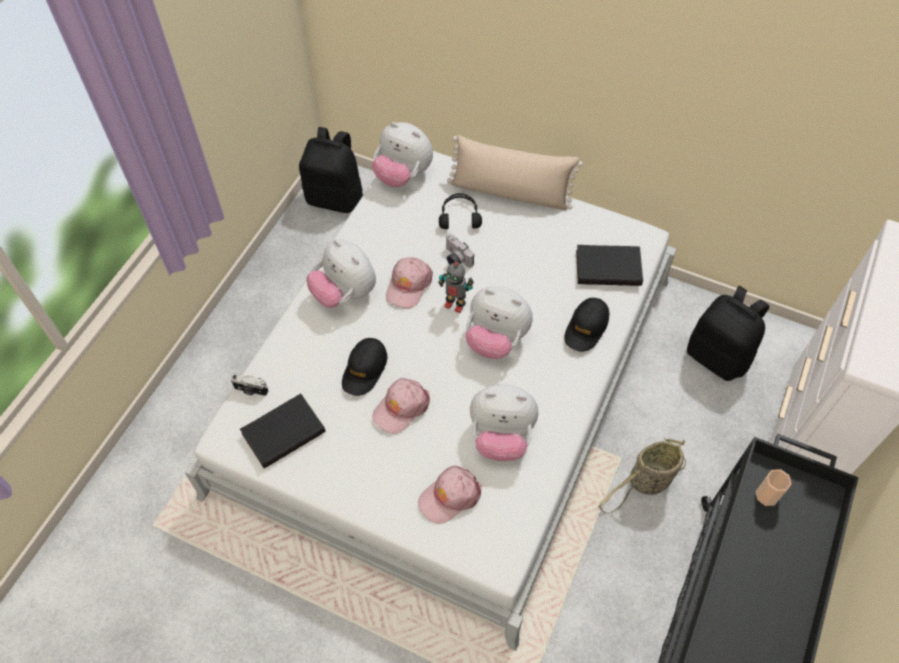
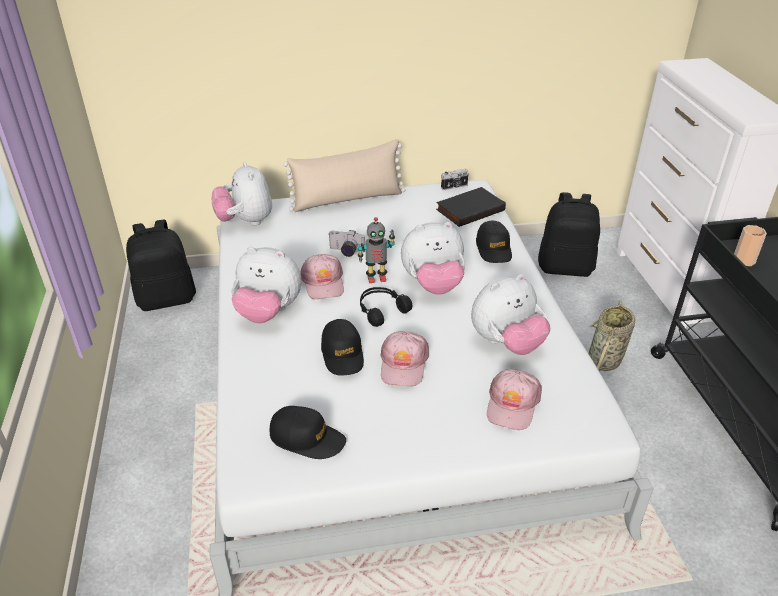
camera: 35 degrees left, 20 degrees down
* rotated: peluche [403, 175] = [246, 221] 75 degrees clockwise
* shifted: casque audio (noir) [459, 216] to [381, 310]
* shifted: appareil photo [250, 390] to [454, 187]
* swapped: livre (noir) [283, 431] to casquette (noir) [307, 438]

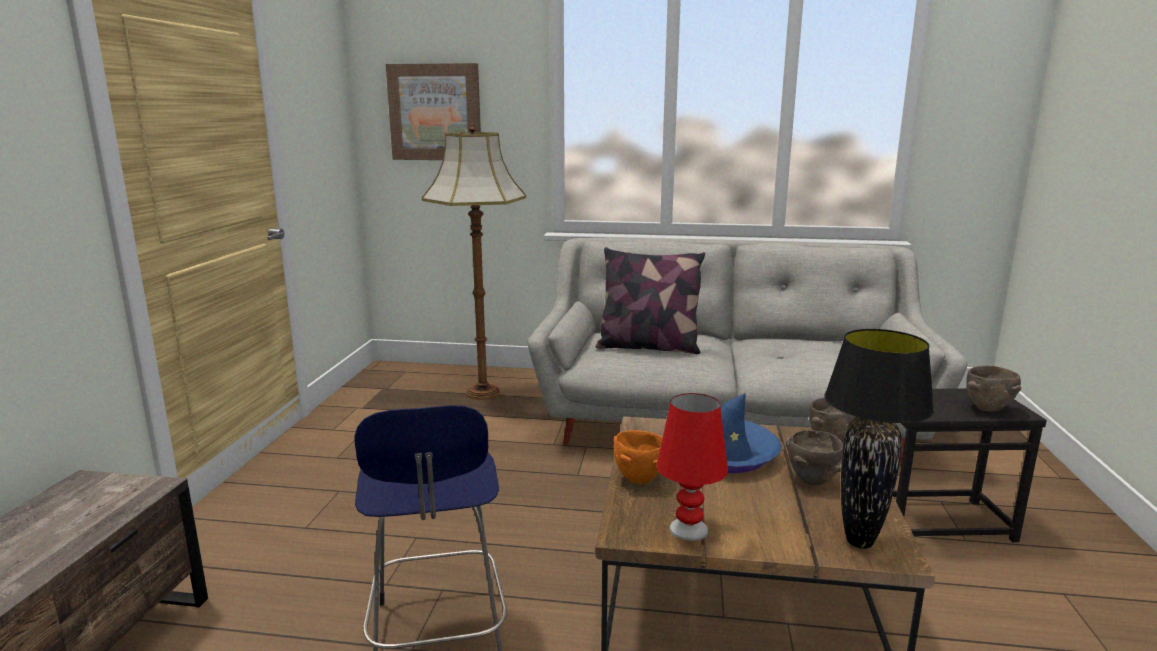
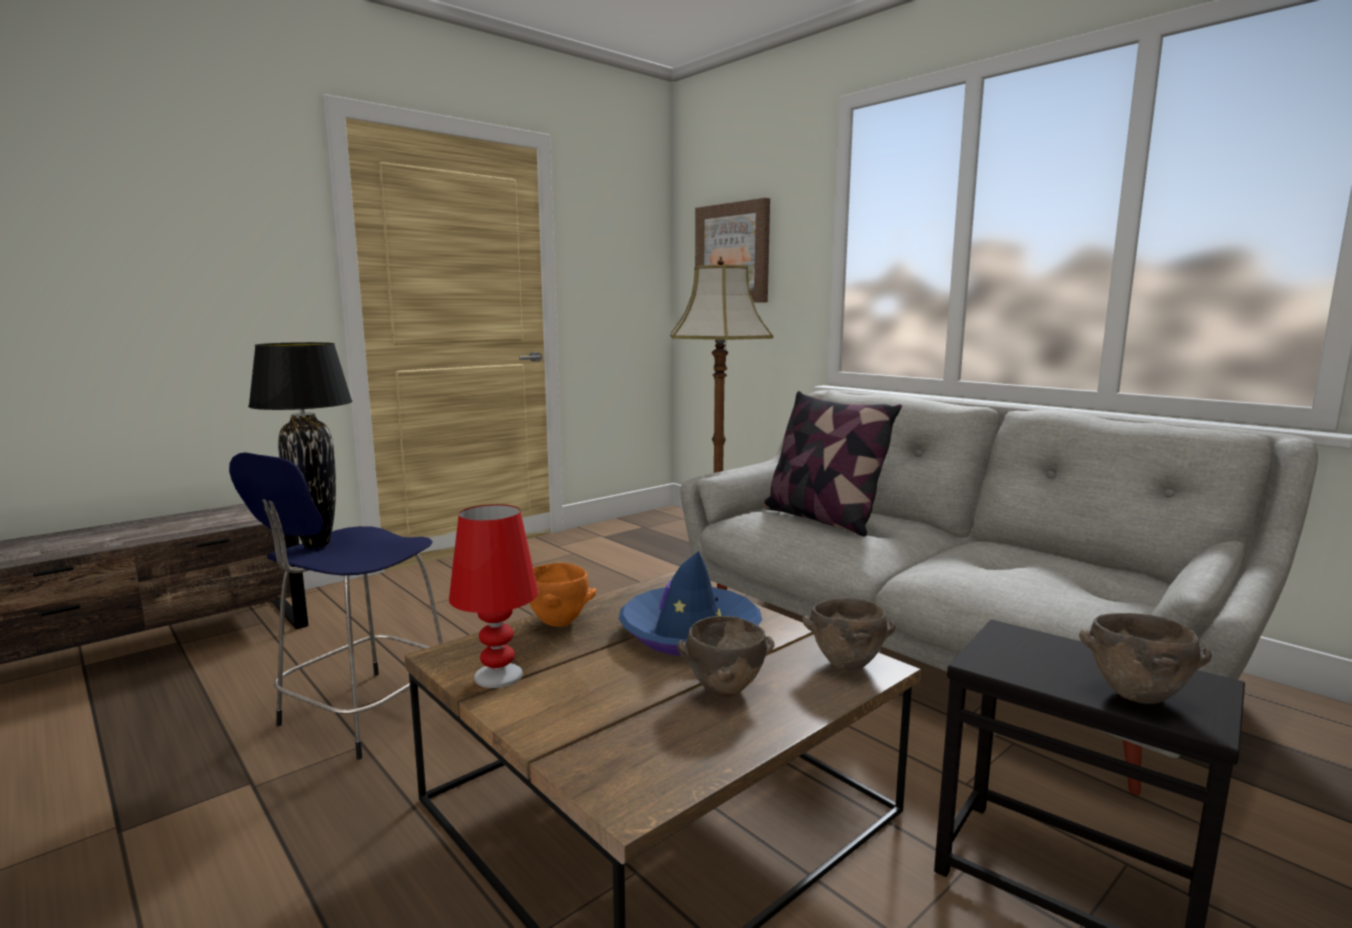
camera: 40 degrees right, 5 degrees down
* shifted: lampe de table (noir) [858, 541] to [316, 544]

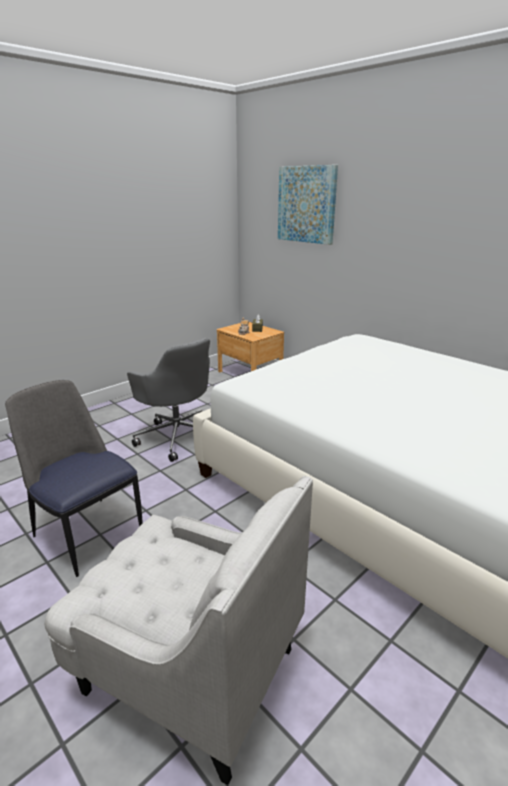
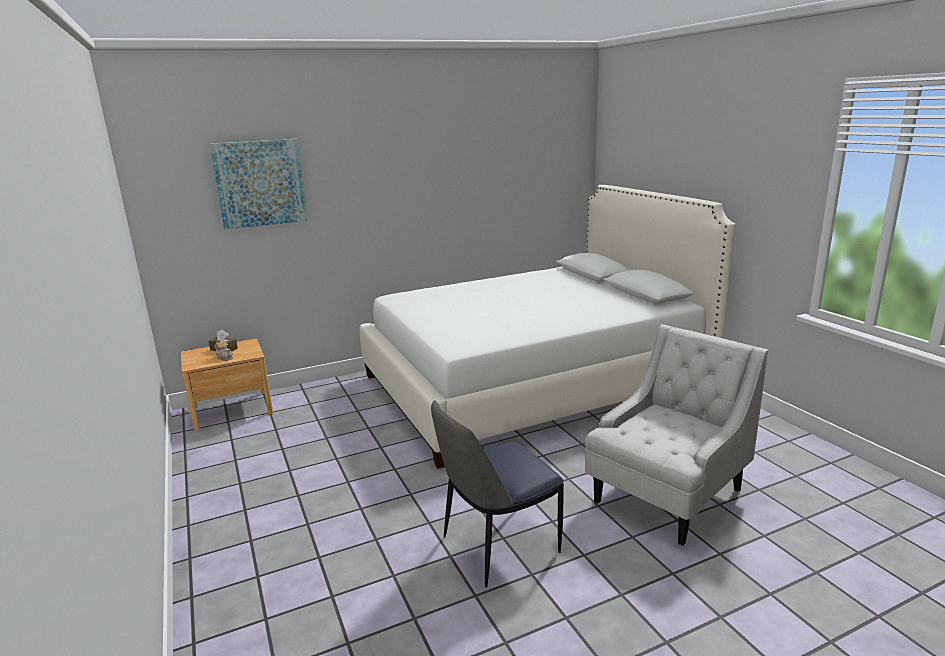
camera: 70 degrees left, 5 degrees down
* gone: chaise de bureau (gris) [177, 436]

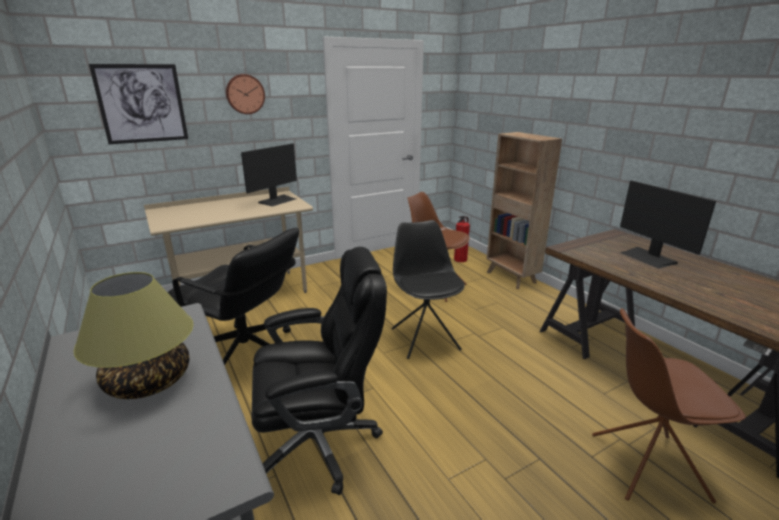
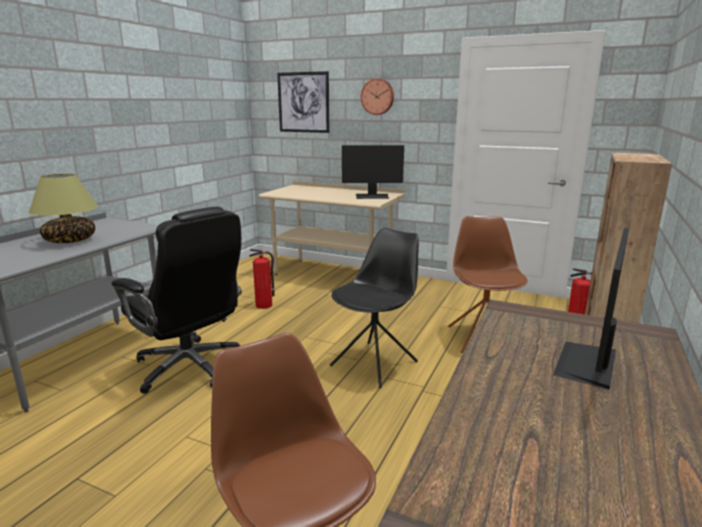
camera: 55 degrees right, 5 degrees down
* swapped: chaise de bureau (noir) [246, 352] to extincteur [264, 305]

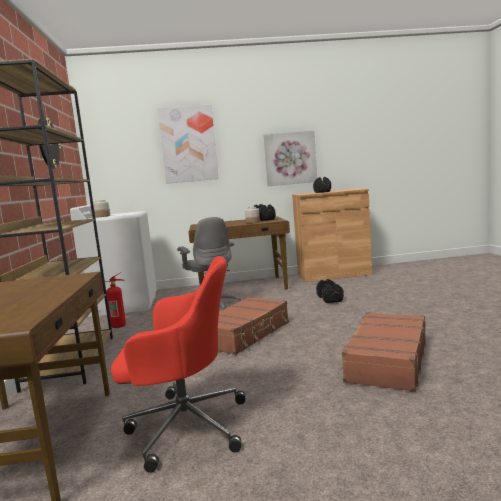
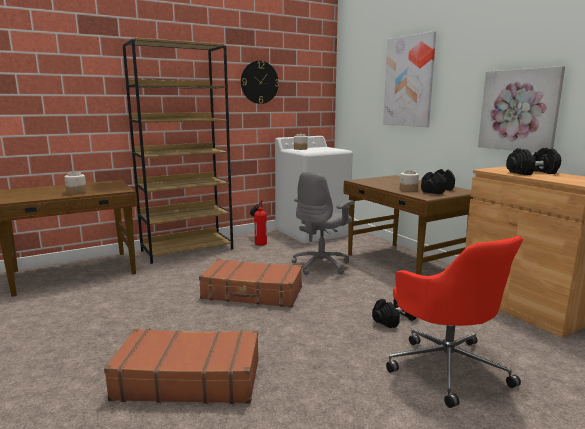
camera: 65 degrees right, 5 degrees up
* shifted: chaise de bureau (rouge) [184, 426] to [446, 366]
* new: bocal [76, 192]

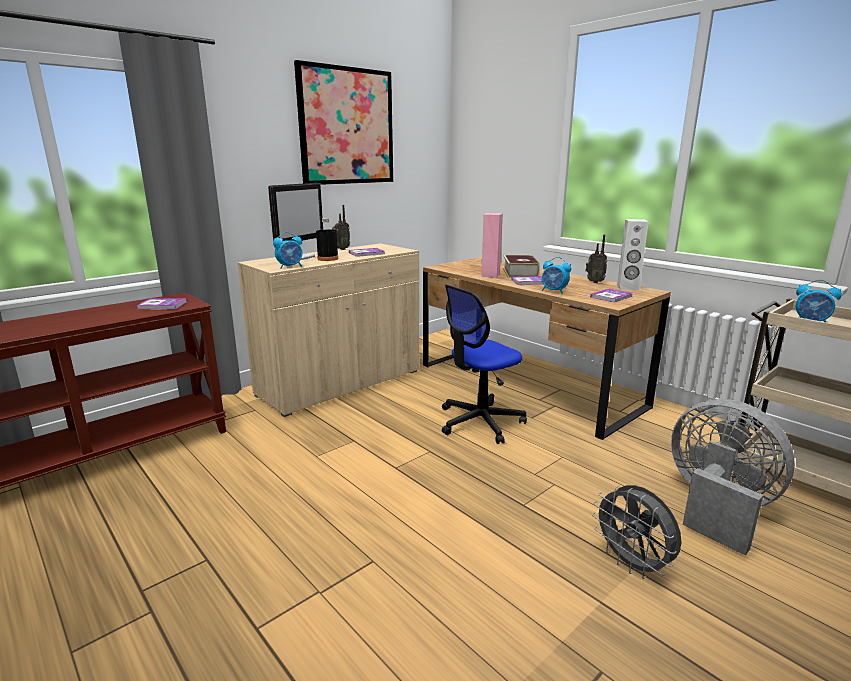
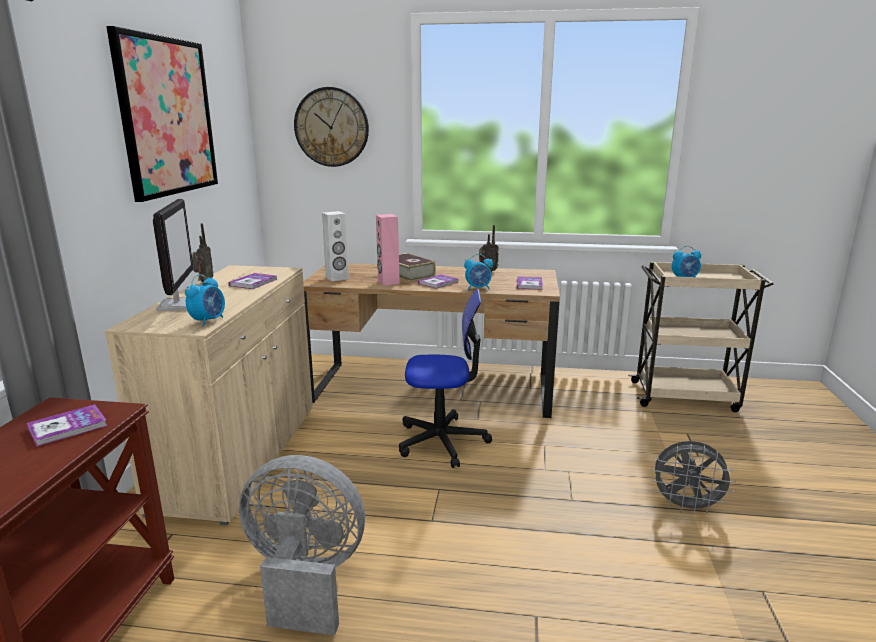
camera: 40 degrees left, 0 degrees up
* gone: bouteille (noir) [327, 259]
* shifted: enceinte (blanc) [628, 287] to [337, 278]
* rotated: chaise de bureau [480, 422] = [442, 441] 105 degrees counterclockwise
* shifted: ventilateur (gris) [716, 508] to [305, 579]
* new: horloge murale [331, 127]

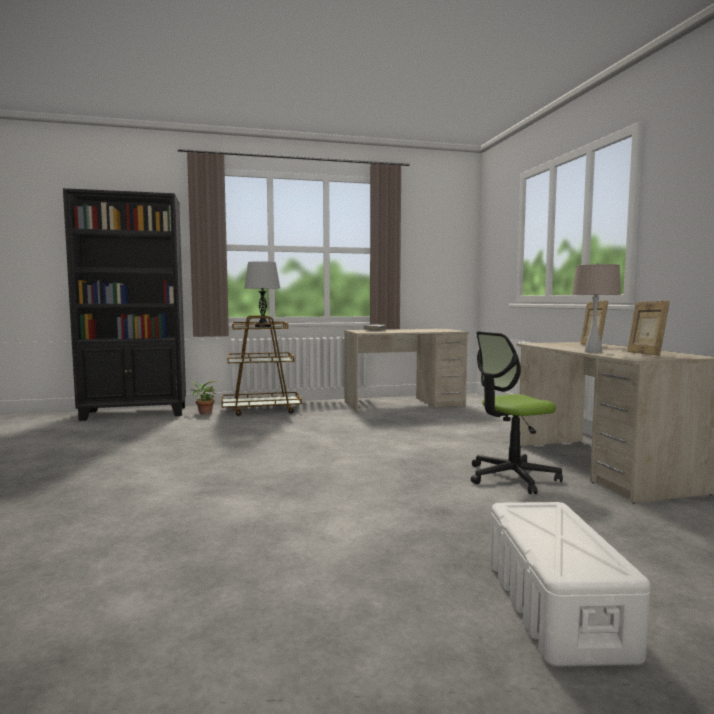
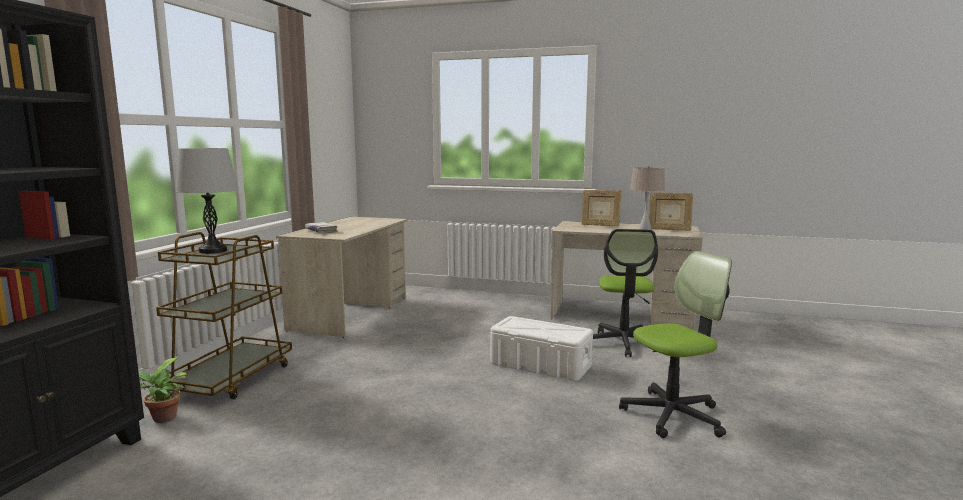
camera: 60 degrees left, 5 degrees up
* shifted: boîte de rangement (blanc) [556, 607] to [541, 365]
* new: chaise de bureau [673, 415]

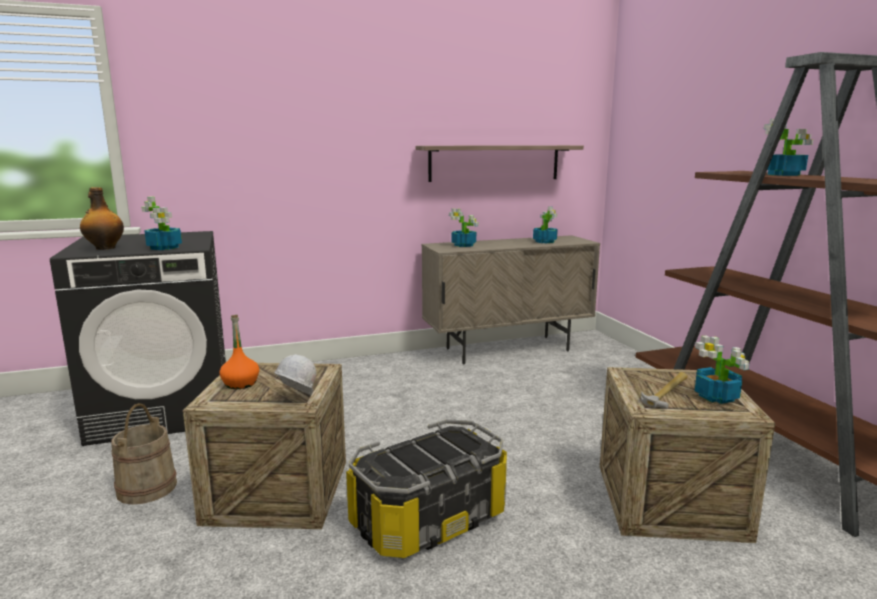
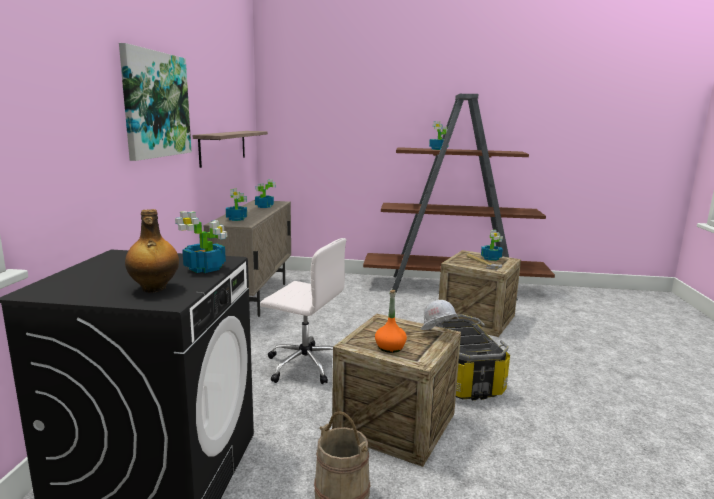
camera: 65 degrees left, 0 degrees up
* new: tableau [156, 105]
* new: chaise de bureau (blanc) [304, 364]

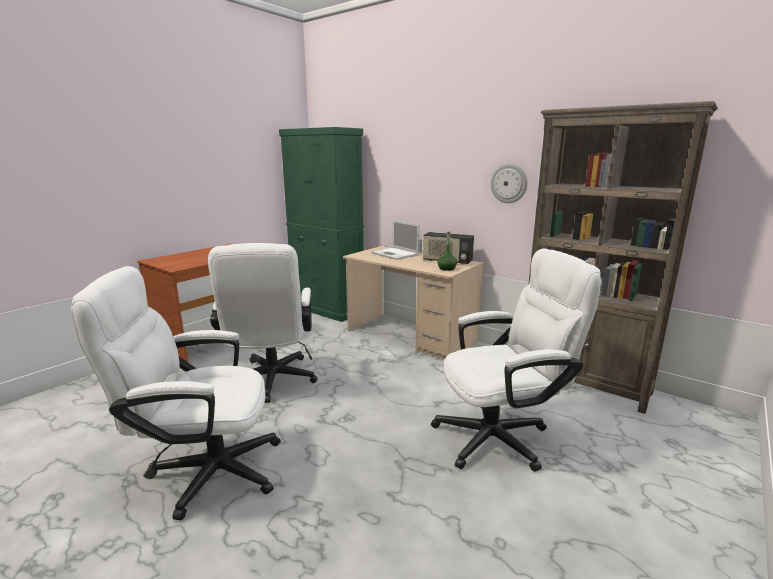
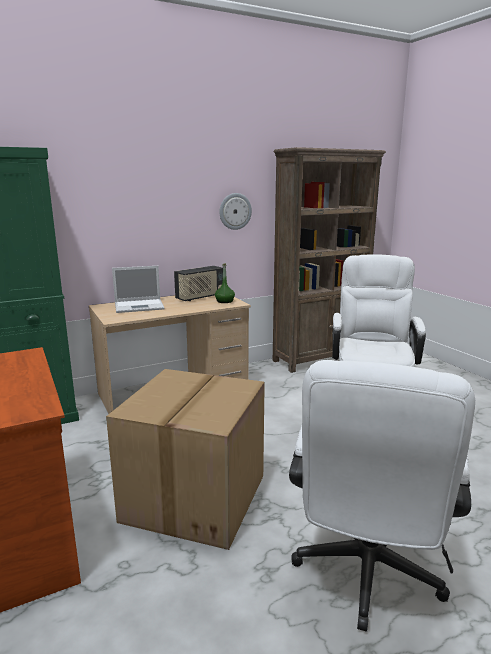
camera: 65 degrees left, 0 degrees up
* swapped: chaise de bureau (blanc) [271, 383] to carton [196, 499]

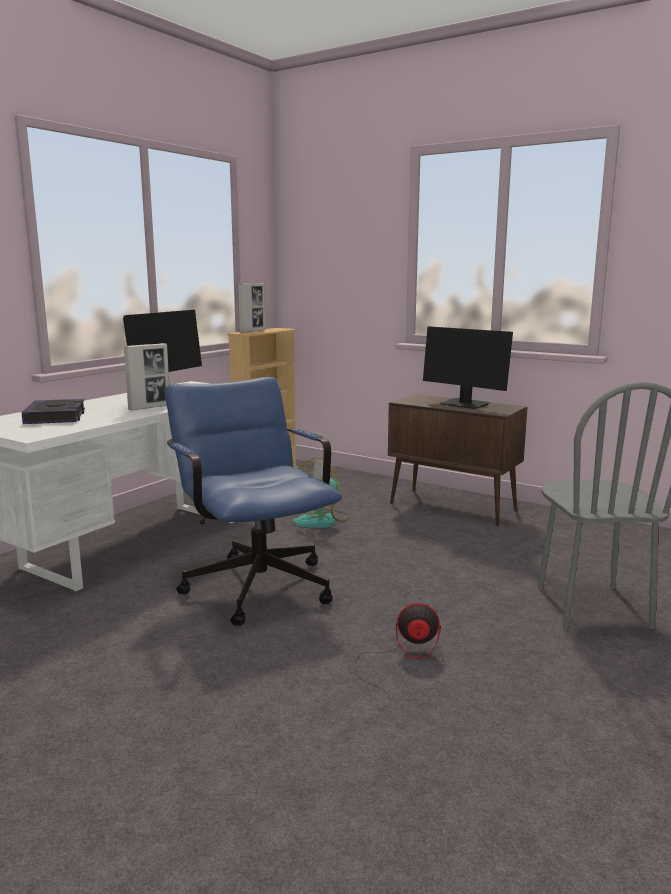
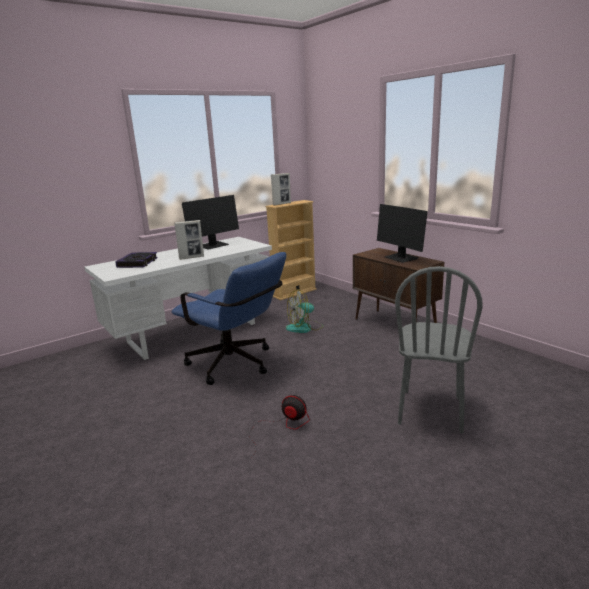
camera: 20 degrees right, 5 degrees up
* rotated: chaise de bureau (bleu) [254, 582] = [236, 365] 135 degrees clockwise

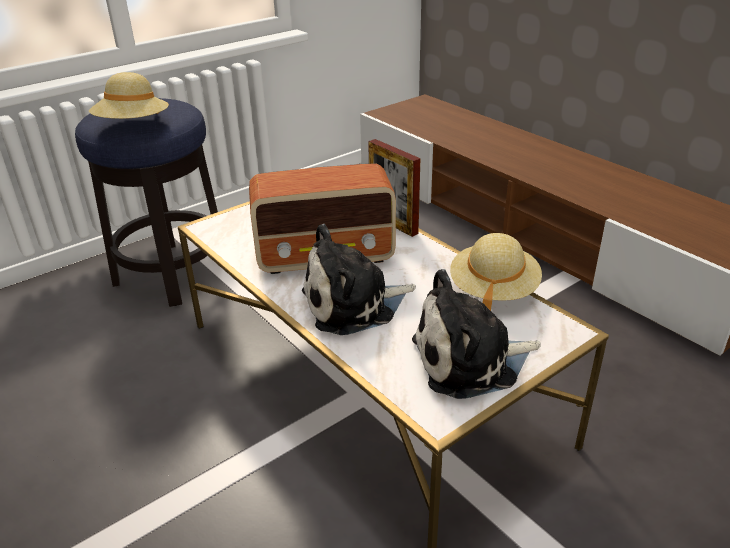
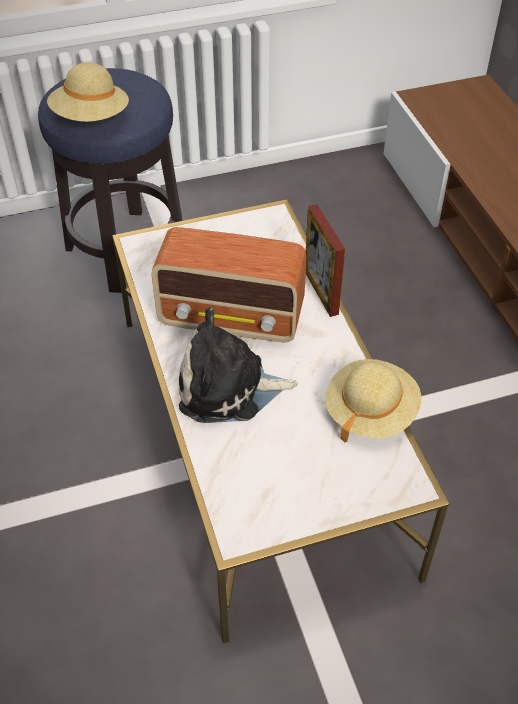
camera: 20 degrees right, 15 degrees up
* gone: peluche [470, 361]

